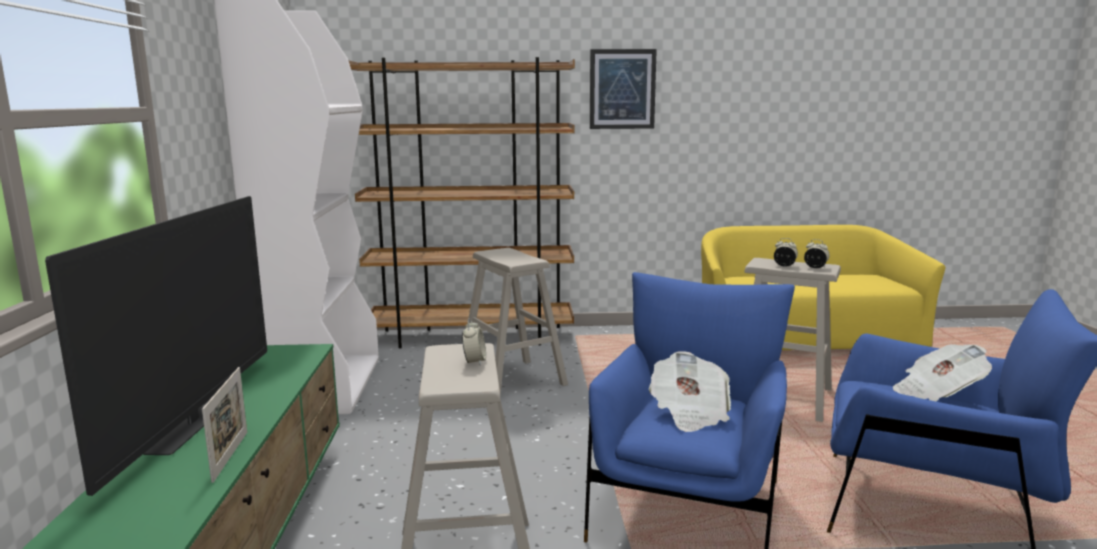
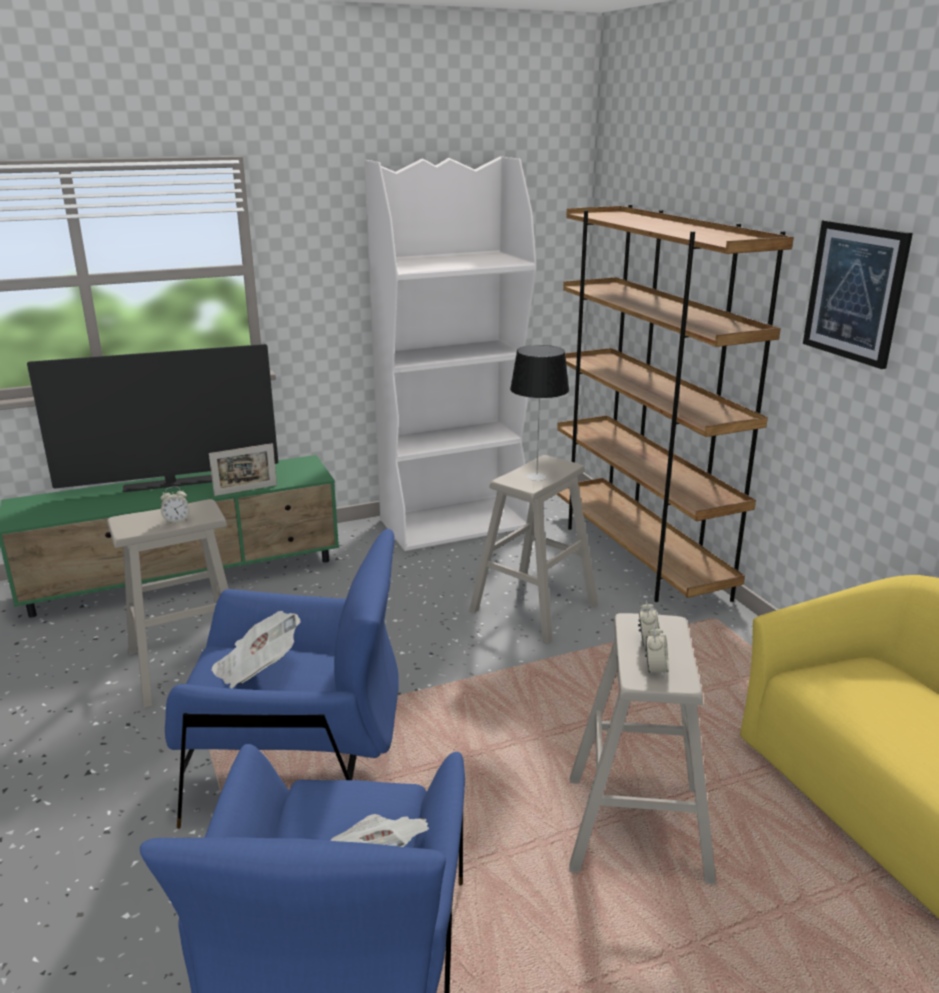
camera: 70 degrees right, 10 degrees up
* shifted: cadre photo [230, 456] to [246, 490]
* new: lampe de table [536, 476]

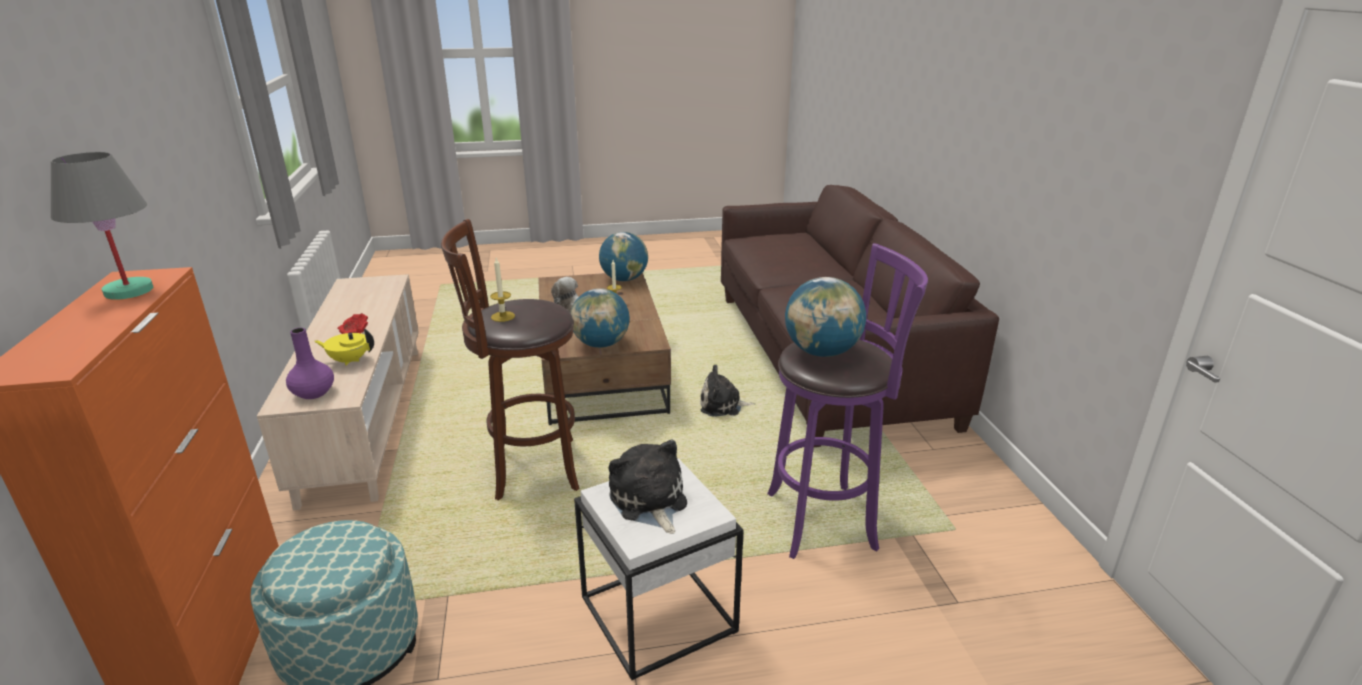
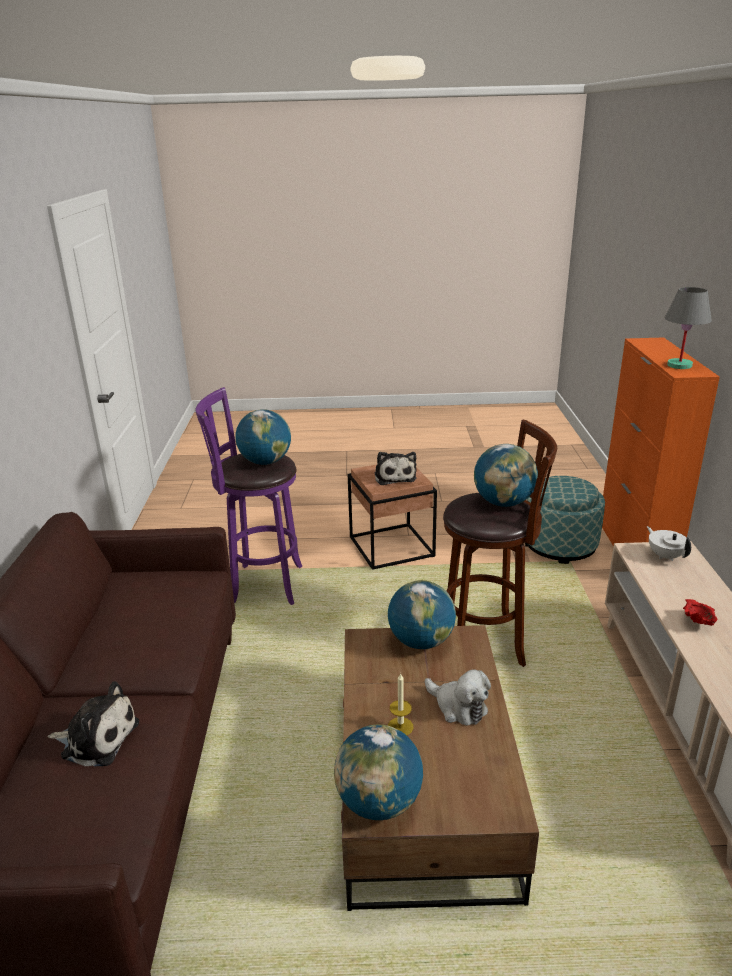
camera: 170 degrees left, 0 degrees up
* swapped: bougie [503, 316] to globe [503, 503]
* swapped: vase (violet) [313, 393] to théière (blanc) [665, 556]
* gone: théière (jaune) [349, 360]
* shifted: peluche [723, 405] to [97, 738]
* repainted: table d'appoint (blanc) [657, 616] to table d'appoint (marron) [392, 546]

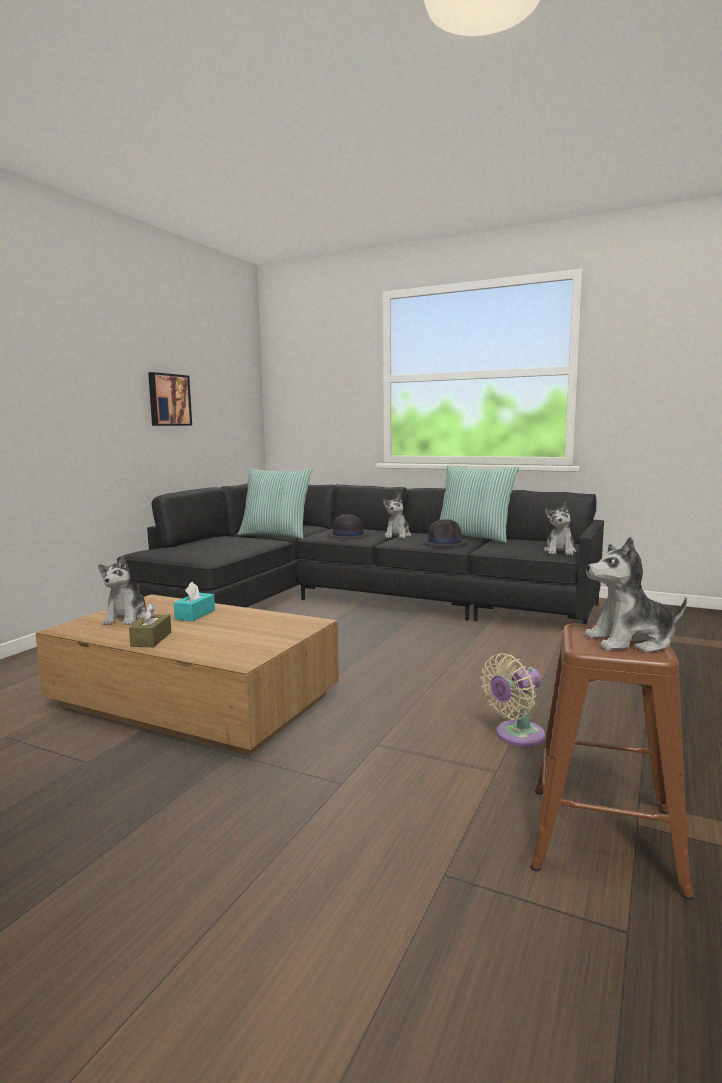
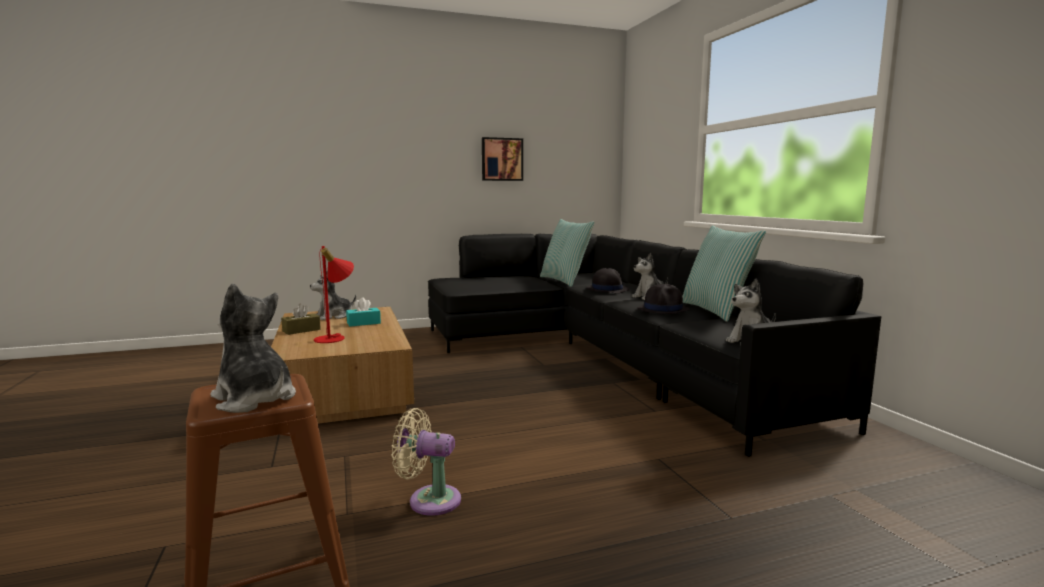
camera: 45 degrees right, 0 degrees up
* new: lampe de table (rouge) [335, 338]

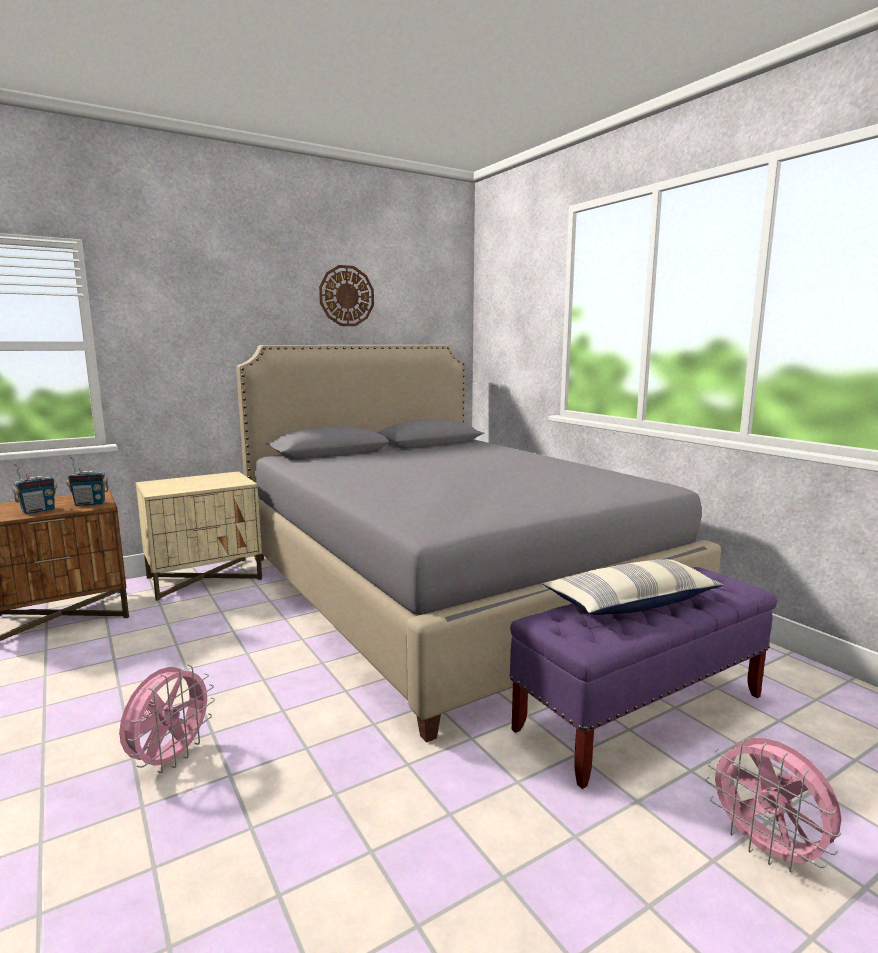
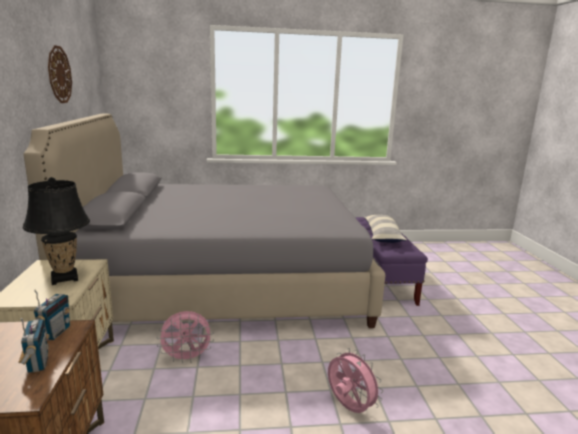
camera: 65 degrees left, 5 degrees up
* shifted: ventilateur (rose) [768, 850] to [187, 358]
* new: lampe de table (noir) [65, 278]

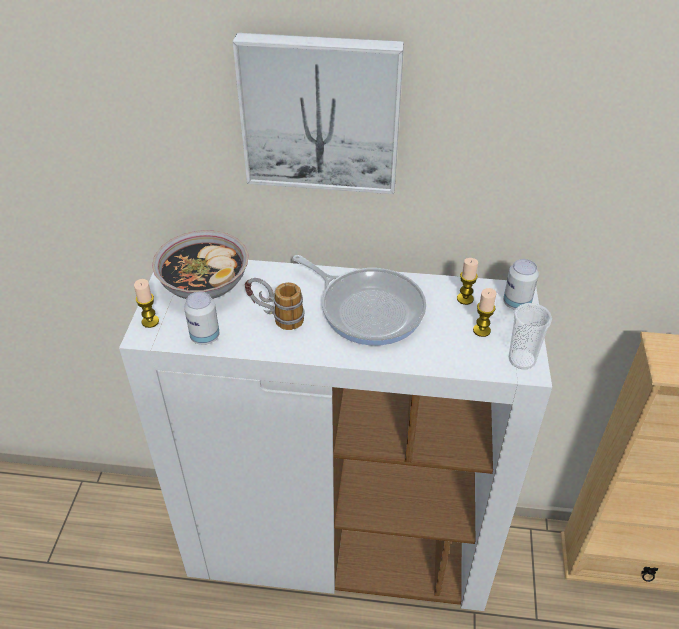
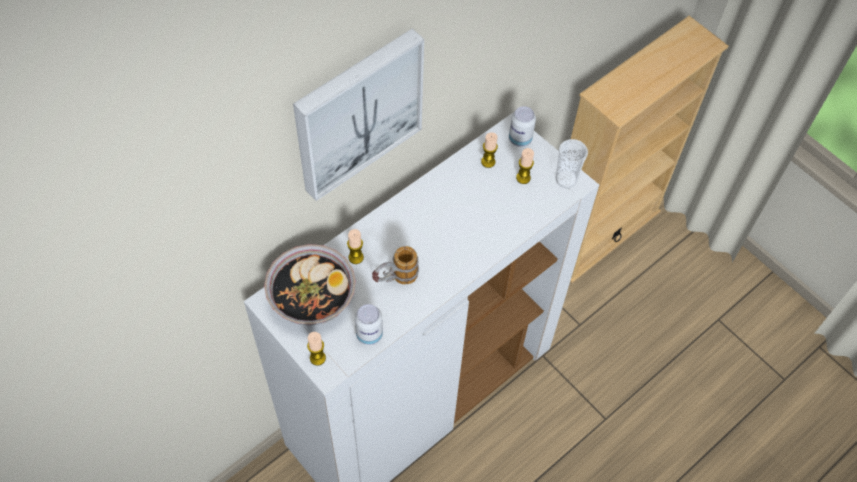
camera: 50 degrees left, 15 degrees up
* gone: poêle [368, 308]
* new: bougie [356, 257]

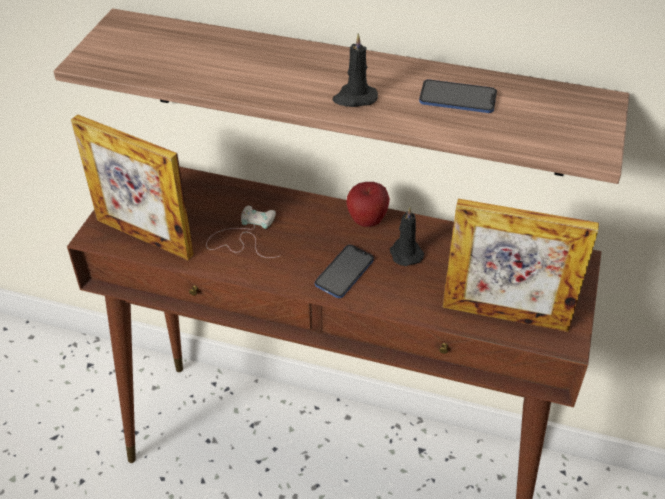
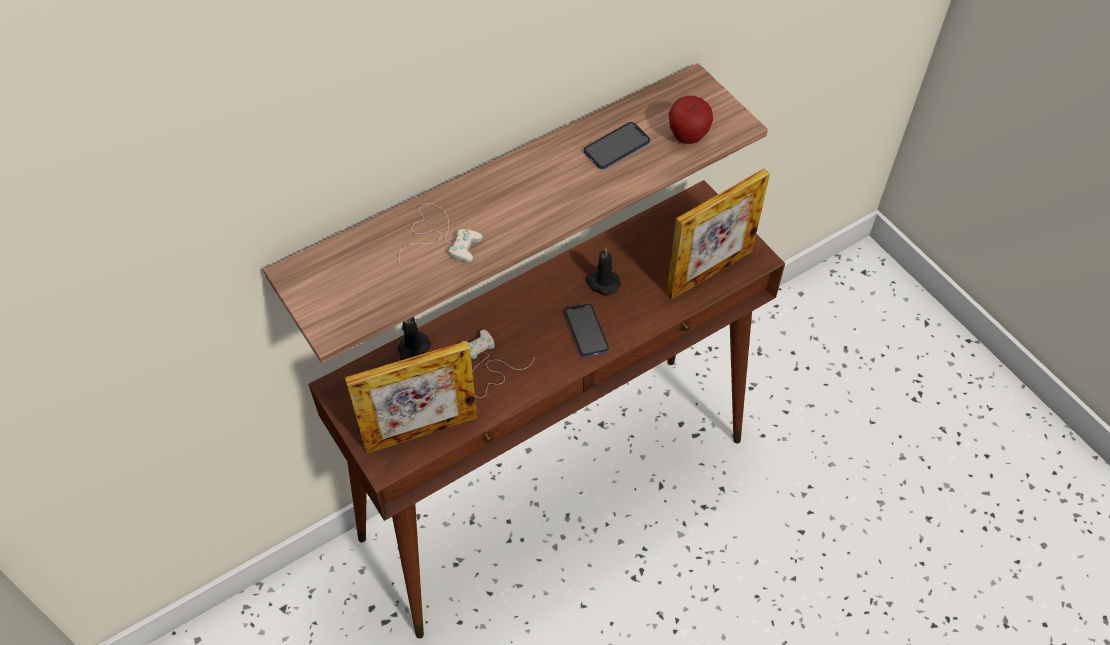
camera: 50 degrees left, 10 degrees up
* shifted: bougie (noir) [354, 98] to [413, 349]
* shifted: pomme [367, 221] to [687, 137]
* new: manette (blanc) [439, 237]

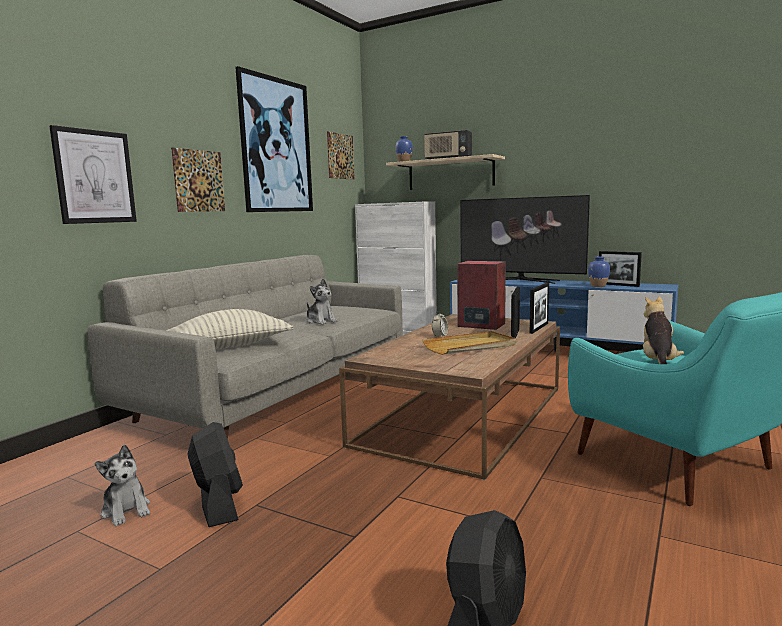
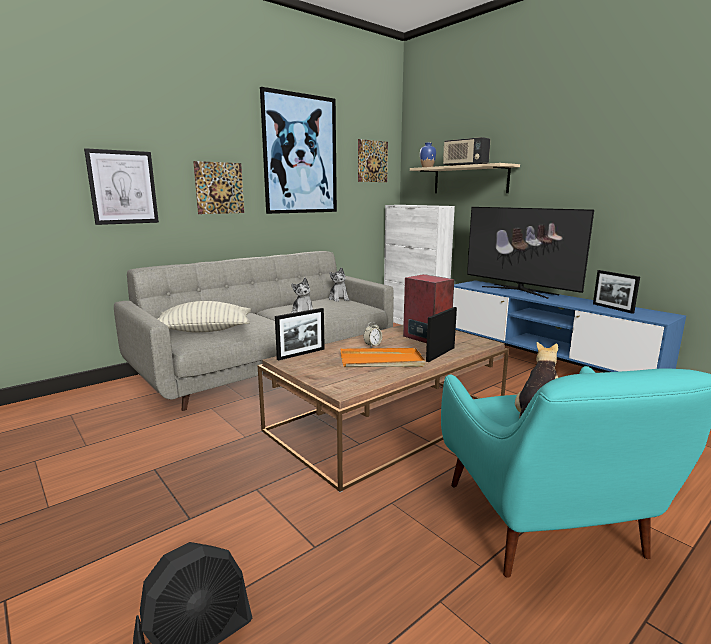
camera: 20 degrees right, 5 degrees up
* gone: vase (bleu) [598, 286]
* shifted: cadre photo [539, 328] to [301, 354]
* repainted: plateau (beige) [470, 346] to plateau (orange) [382, 361]
* gone: ventilateur (noir) [218, 504]
* shifted: peluche [126, 510] to [339, 299]

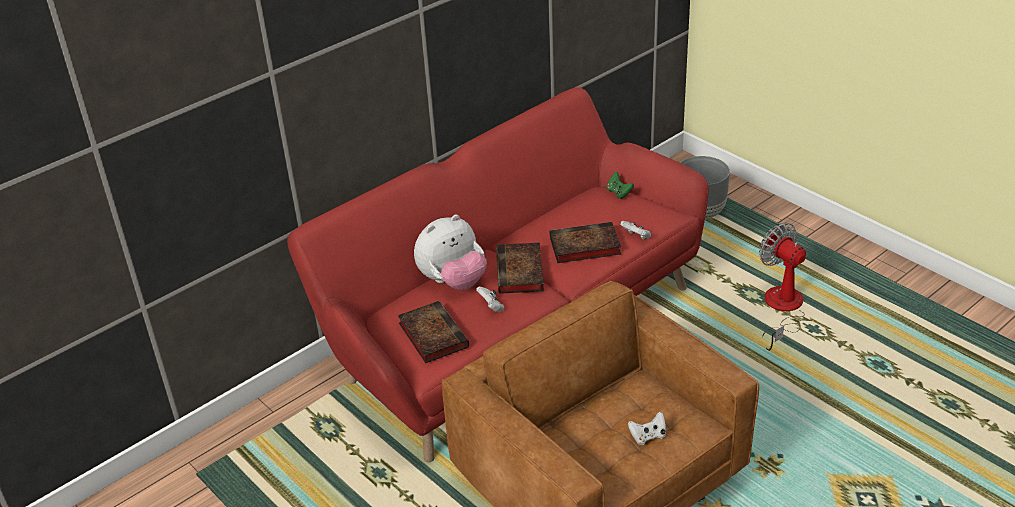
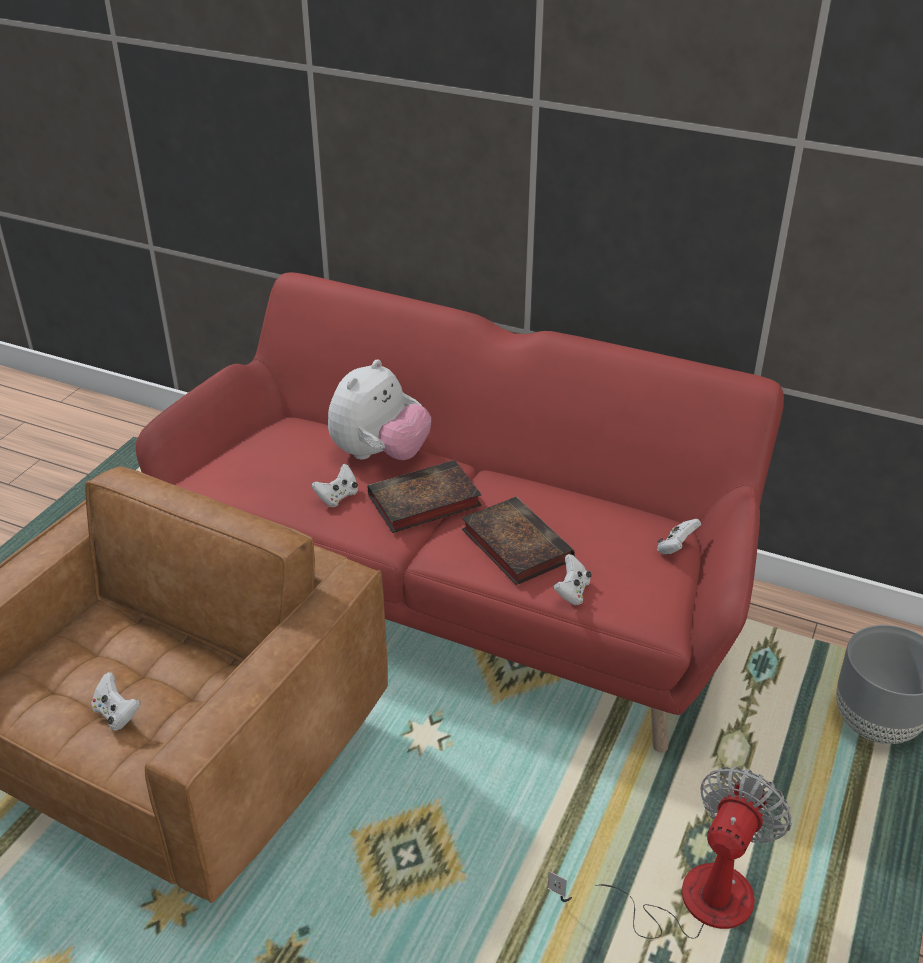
camera: 65 degrees right, 0 degrees up
* repainted: manette (vert) [619, 193] to manette (blanc) [676, 548]
* rotated: peluche [453, 281] = [379, 455] 90 degrees counterclockwise
* gone: livre [431, 334]

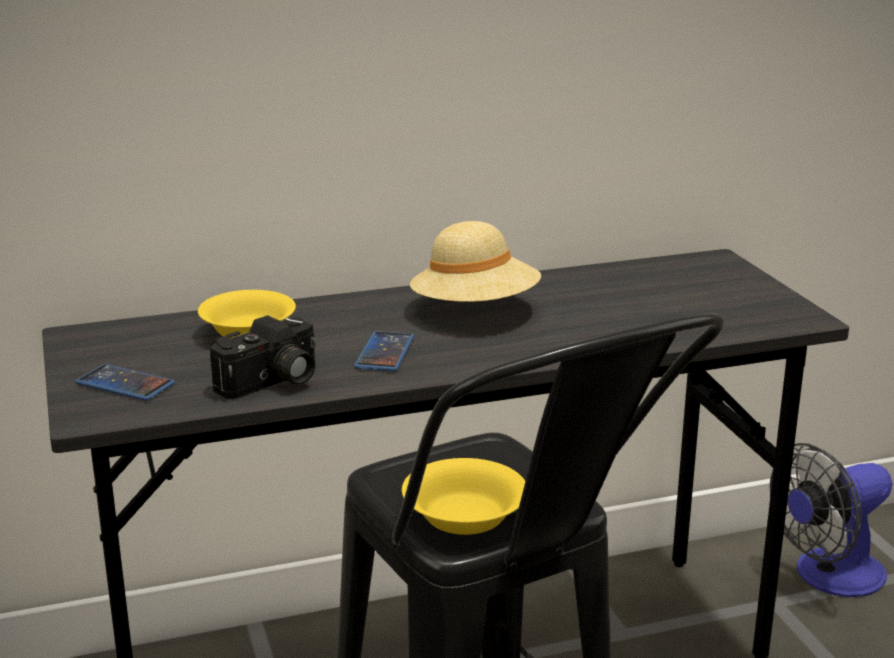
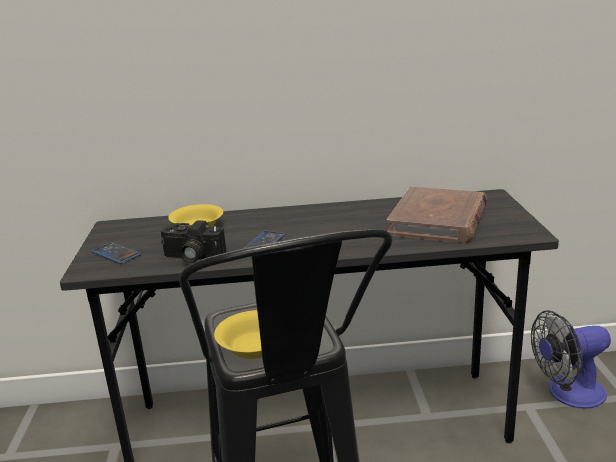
camera: 15 degrees right, 0 degrees up
* gone: chapeau (beige) [475, 310]
* rotated: appareil photo [272, 383] = [192, 257] 45 degrees clockwise
* new: livre (marron) [438, 220]

